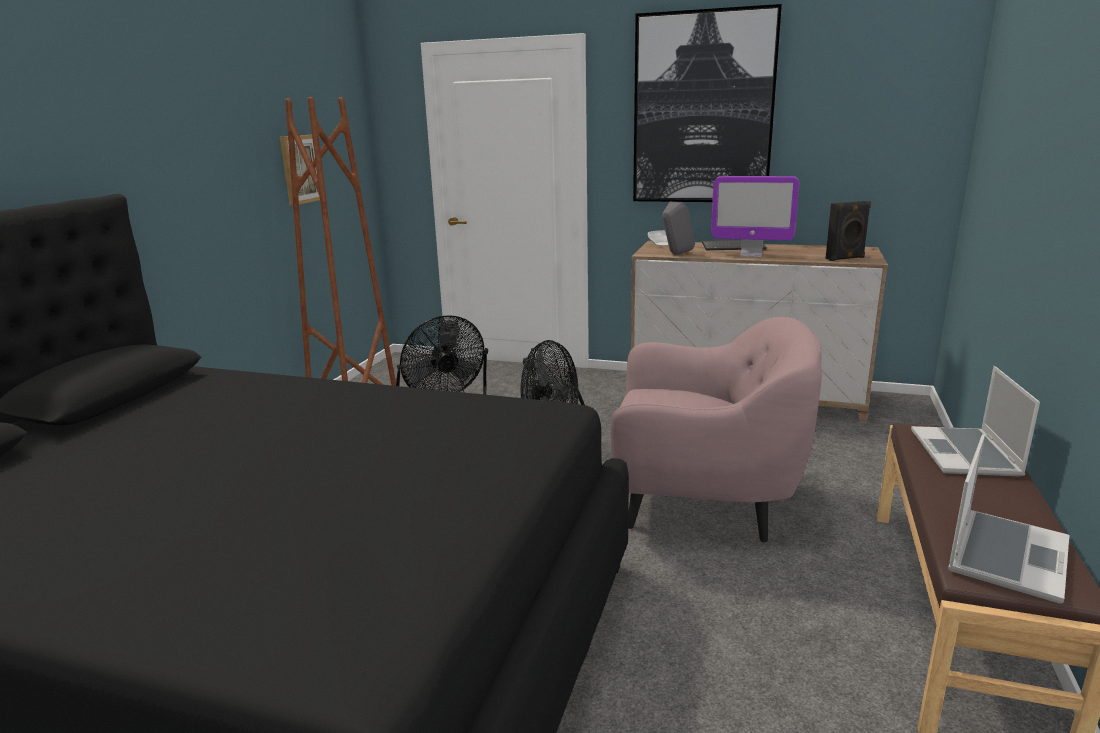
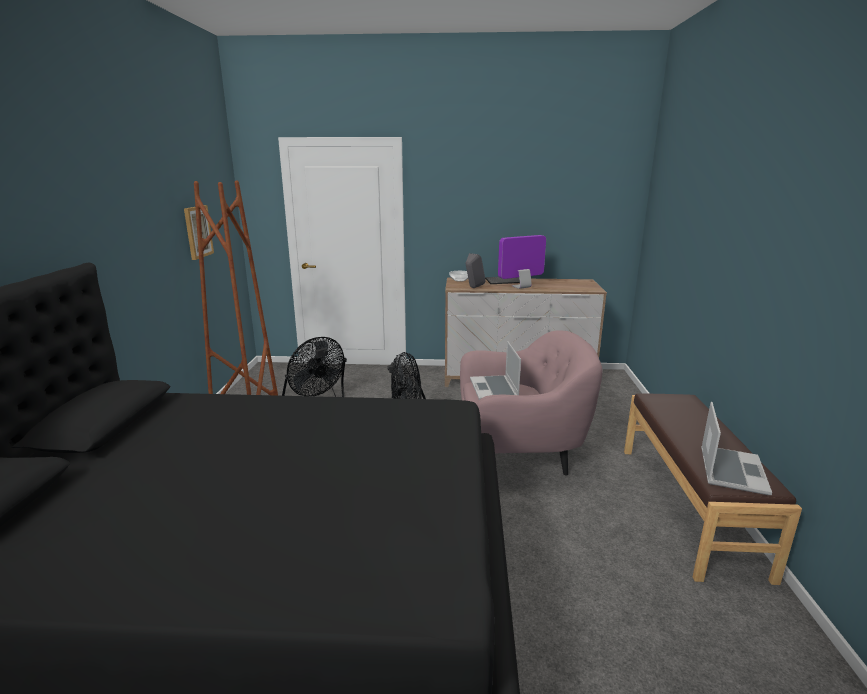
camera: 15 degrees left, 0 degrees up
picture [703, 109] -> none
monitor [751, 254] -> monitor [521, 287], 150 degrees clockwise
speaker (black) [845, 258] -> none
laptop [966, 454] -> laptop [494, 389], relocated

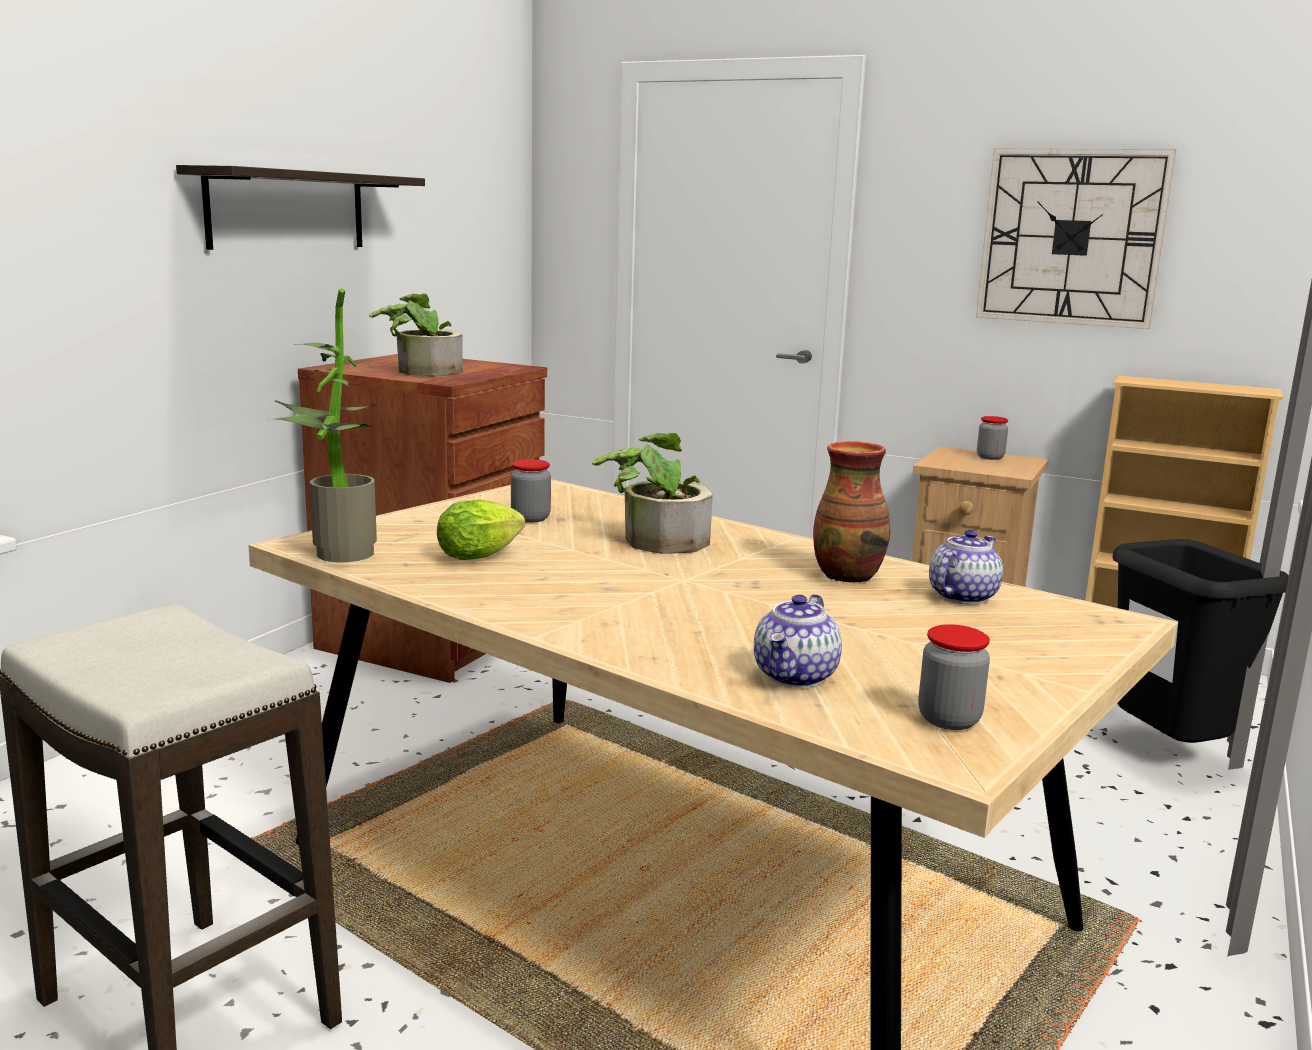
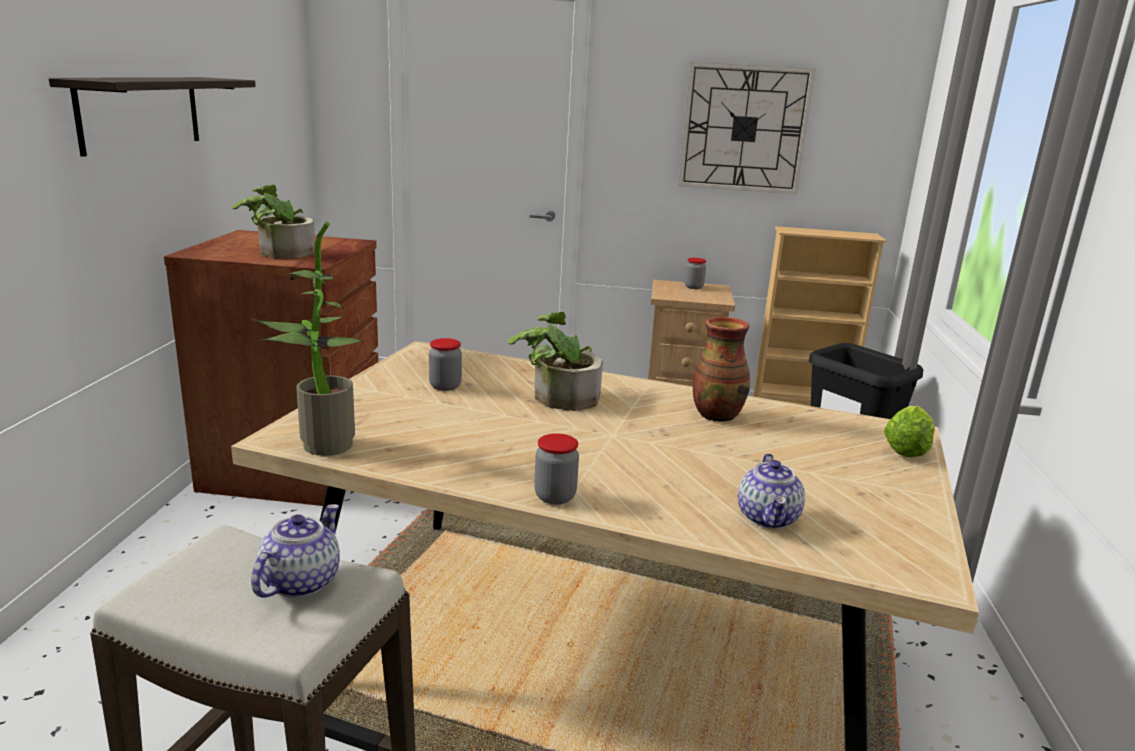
camera: 20 degrees left, 5 degrees up
lettuce [483, 555] -> lettuce [906, 449], relocated
jar [949, 719] -> jar [555, 496], relocated
teapot [962, 596] -> teapot [300, 581], relocated

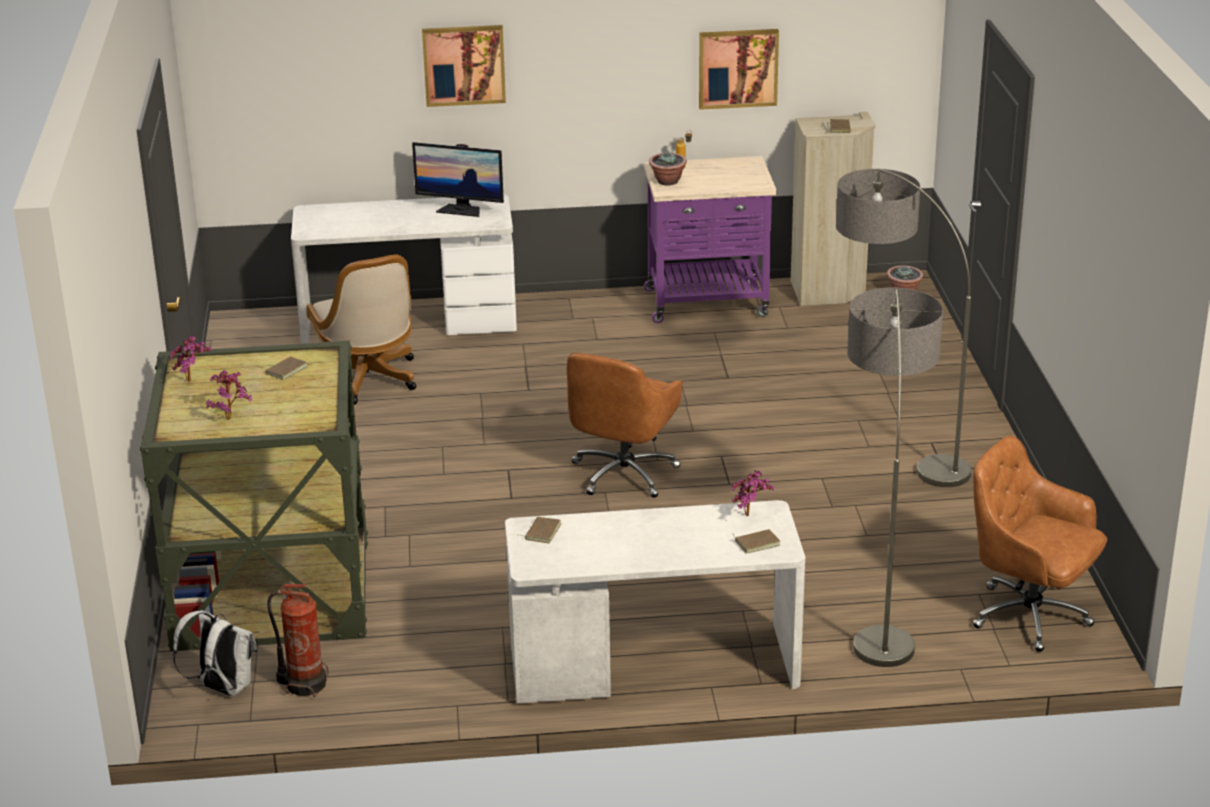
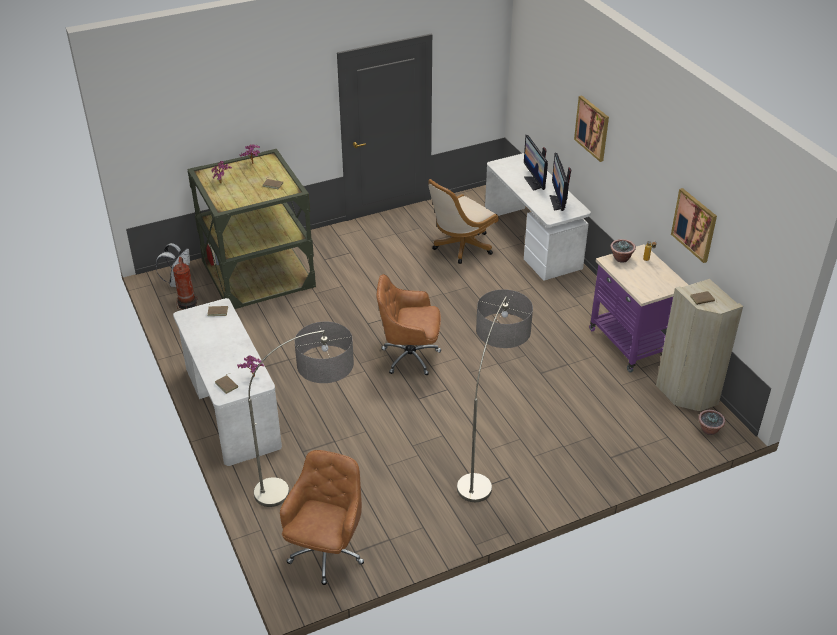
camera: 70 degrees right, 10 degrees up
none -> monitor [535, 182]

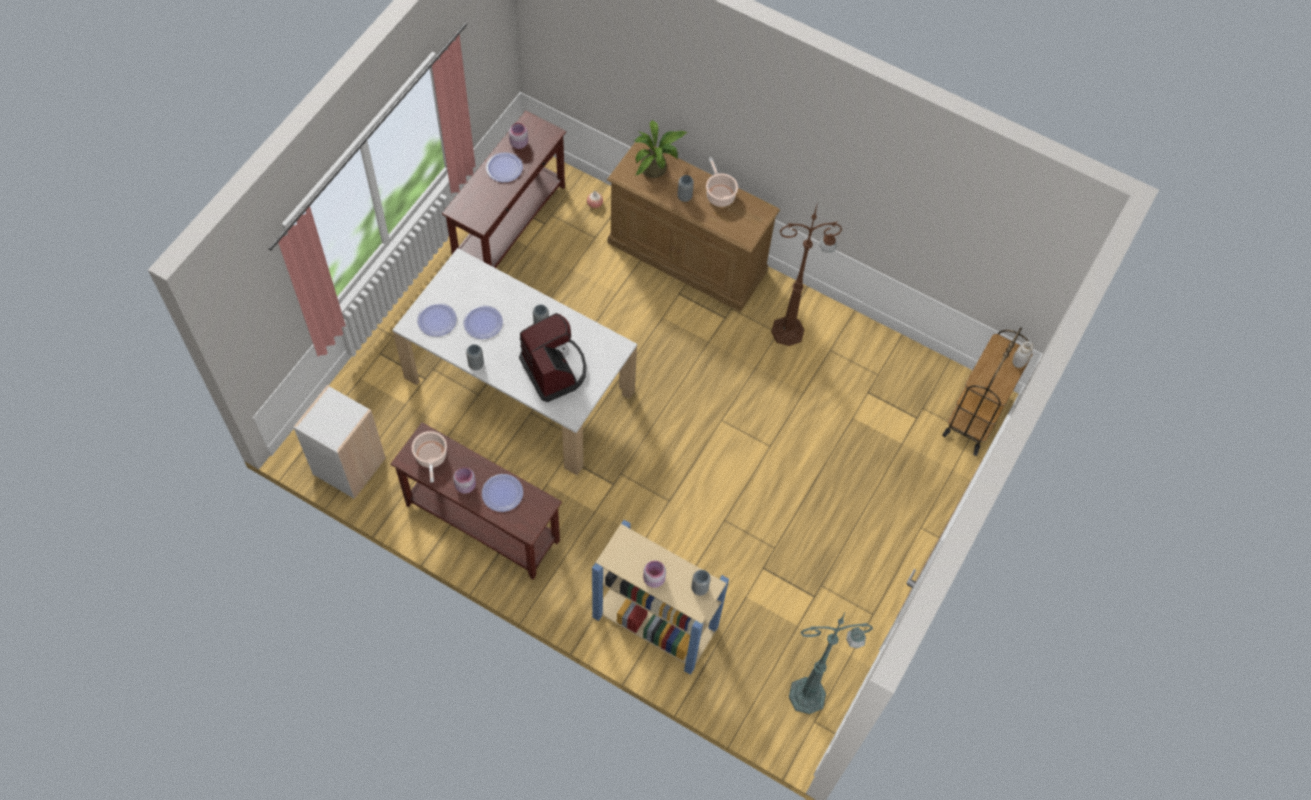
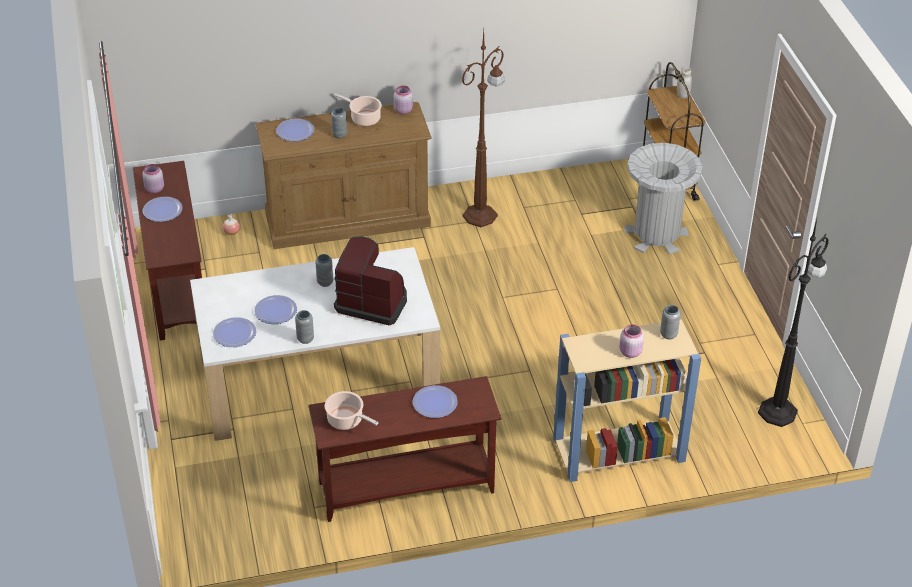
camera: 40 degrees left, 20 degrees down
bookcase [348, 465] -> none
jar (pink) [465, 485] -> jar (pink) [403, 110], relocated
potted plant [656, 168] -> plate [295, 131]
floor lamp (green) [809, 695] -> floor lamp (black) [779, 411]
none -> trash can (grey) [657, 234]

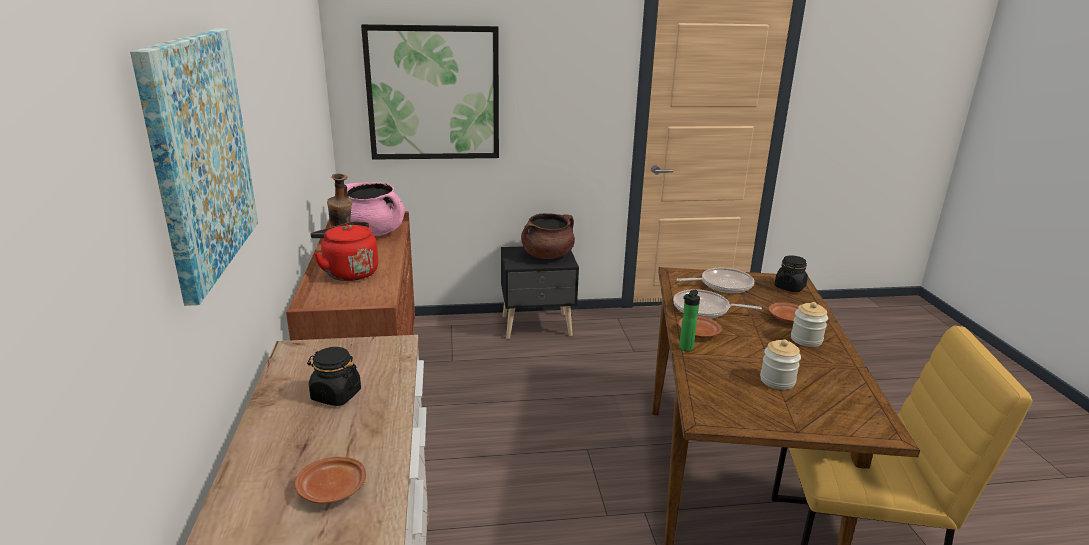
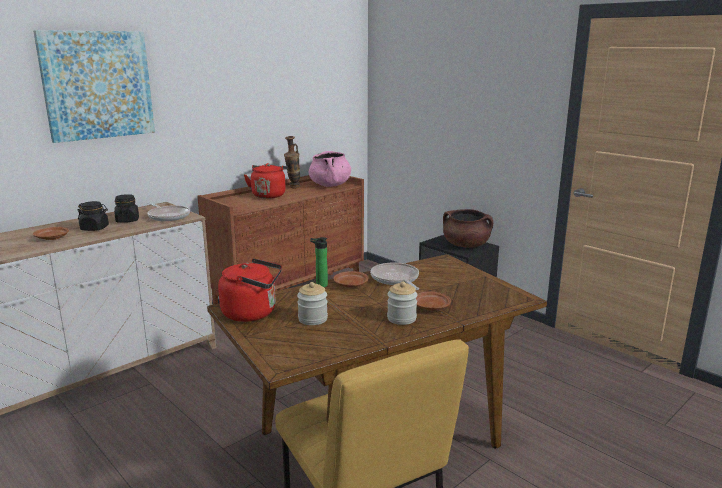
camera: 55 degrees right, 5 degrees down
picture [433, 93] -> none
frying pan [723, 285] -> frying pan [168, 216], relocated
jar (black) [789, 287] -> jar (black) [95, 228], relocated
none -> kettle (red) [253, 313]

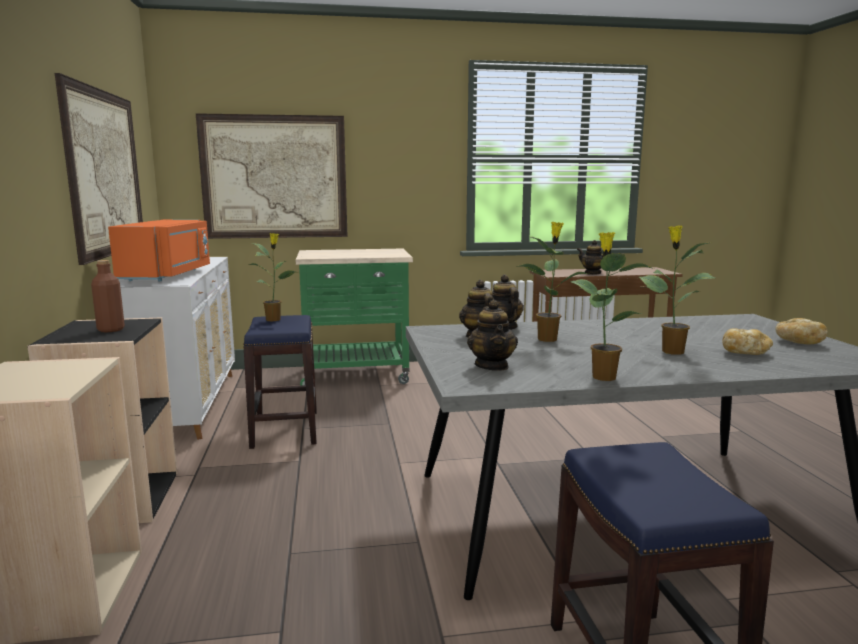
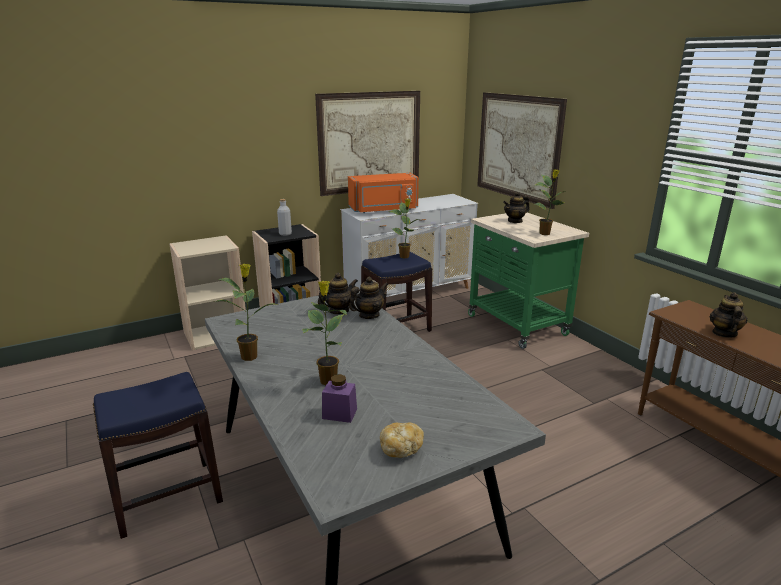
camera: 70 degrees right, 10 degrees up
bottle (brown) [111, 330] -> bottle (grey) [285, 234]
teapot [492, 366] -> teapot [515, 221], relocated
potted plant [548, 339] -> potted plant [545, 233], relocated
bread [745, 353] -> jar (purple) [339, 414]

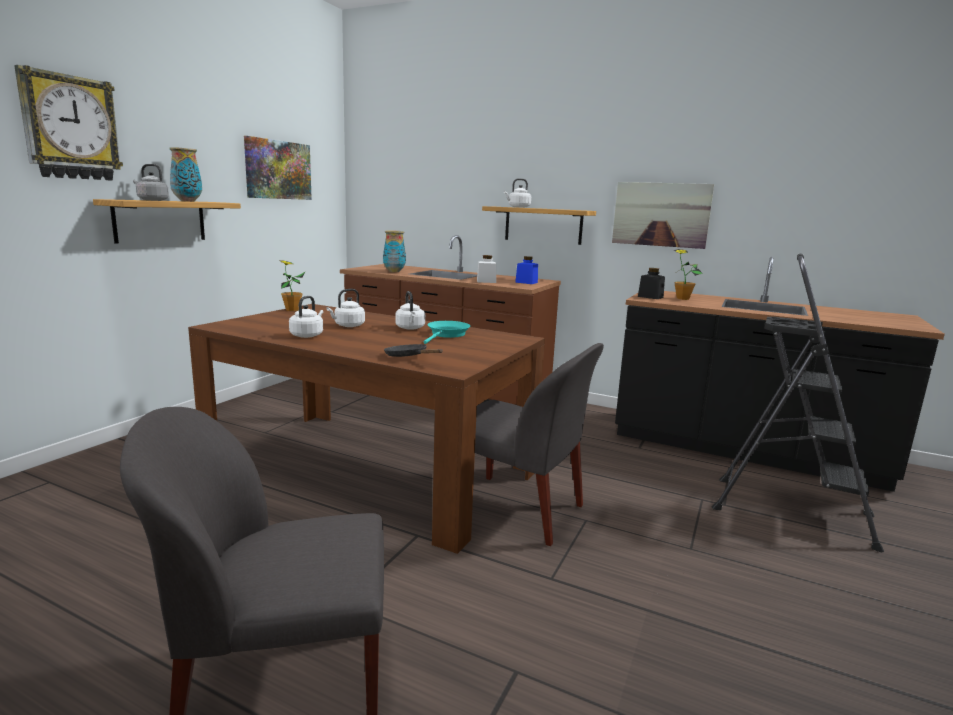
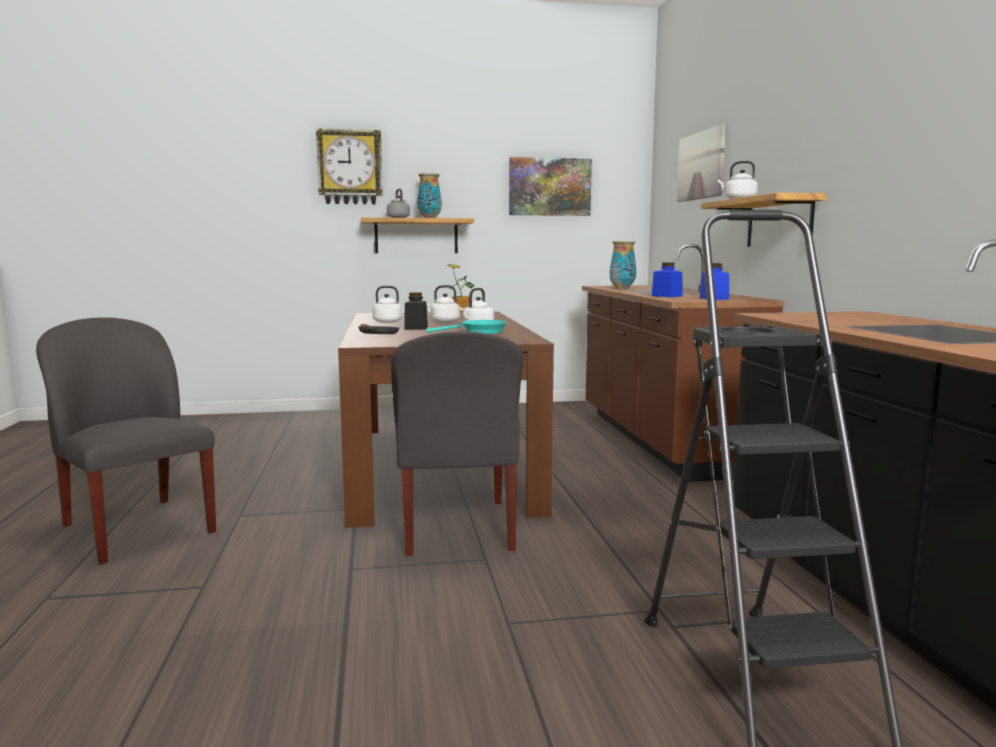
camera: 55 degrees right, 5 degrees down
jar (white) [486, 281] -> jar (blue) [666, 296]
picture [661, 214] -> picture [700, 165], relocated
jar (black) [650, 297] -> jar (black) [416, 328], relocated
potted plant [682, 298] -> none

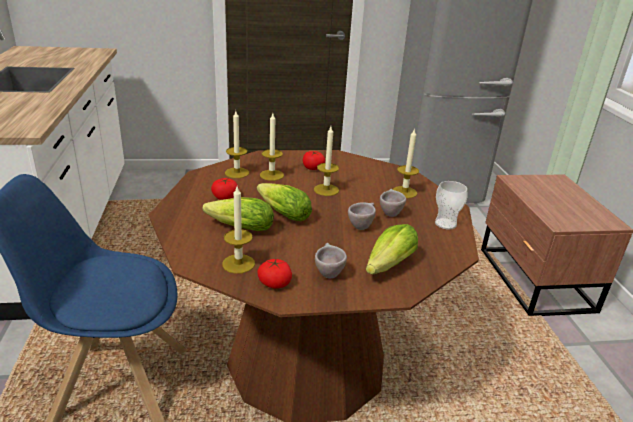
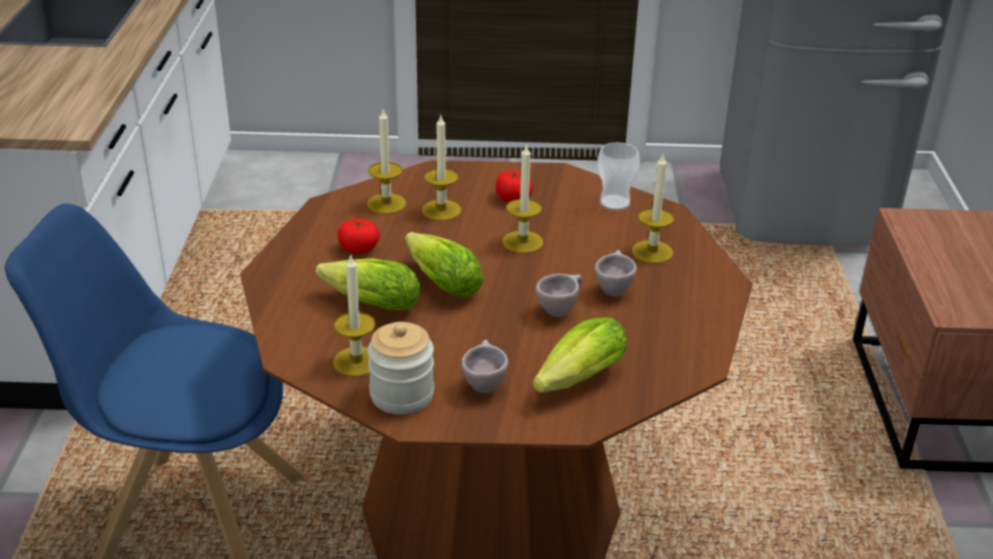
camera: 10 degrees right, 5 degrees up
tomato [274, 283] -> jar [402, 395]
cup [445, 224] -> cup [614, 203], relocated

